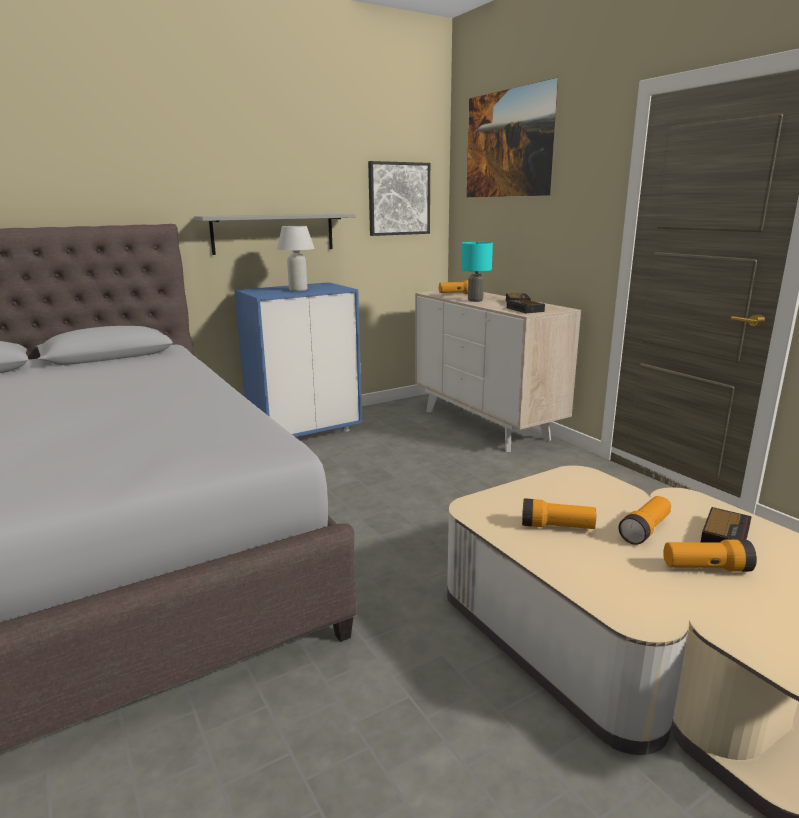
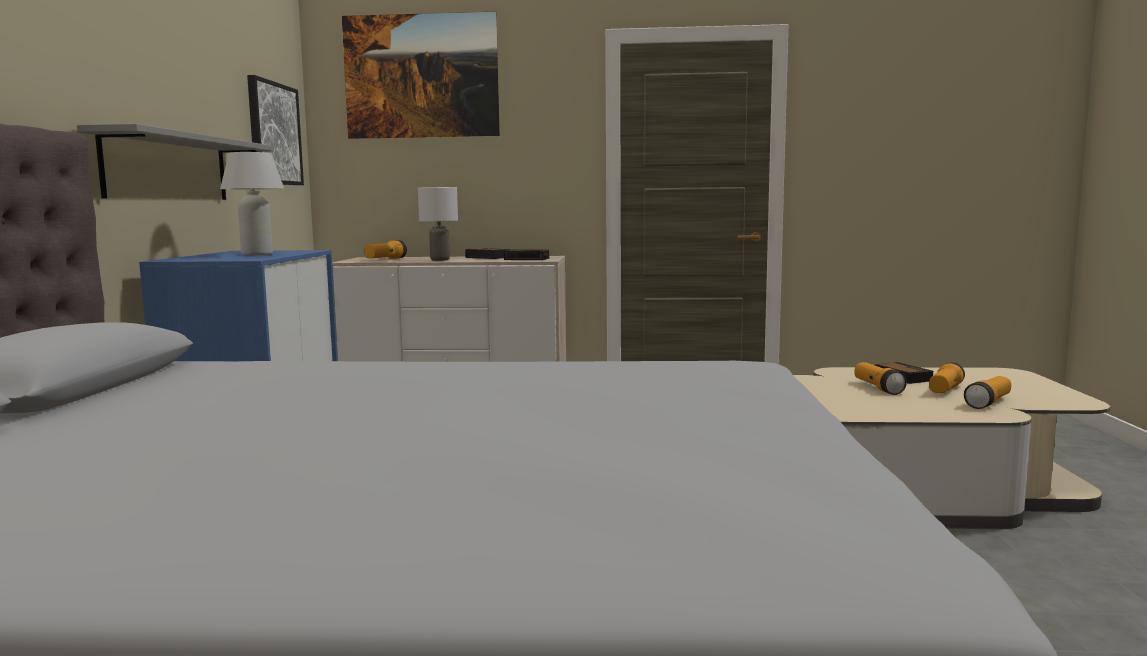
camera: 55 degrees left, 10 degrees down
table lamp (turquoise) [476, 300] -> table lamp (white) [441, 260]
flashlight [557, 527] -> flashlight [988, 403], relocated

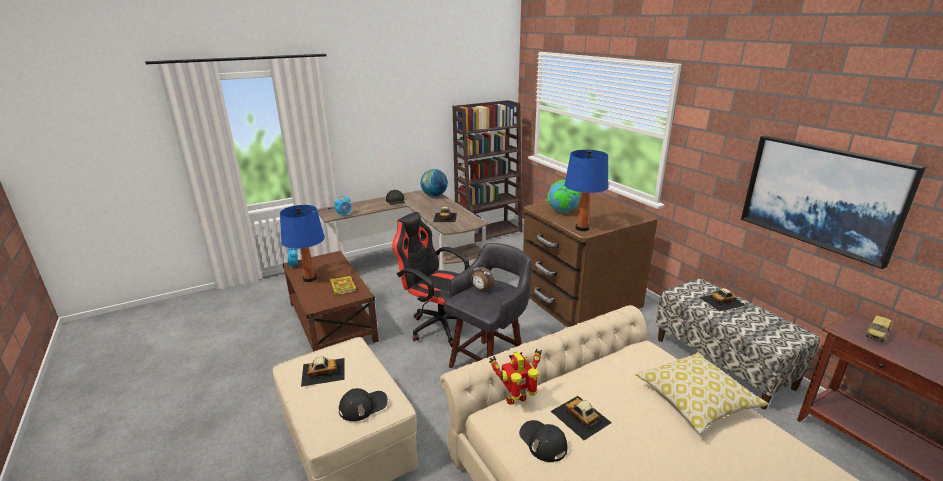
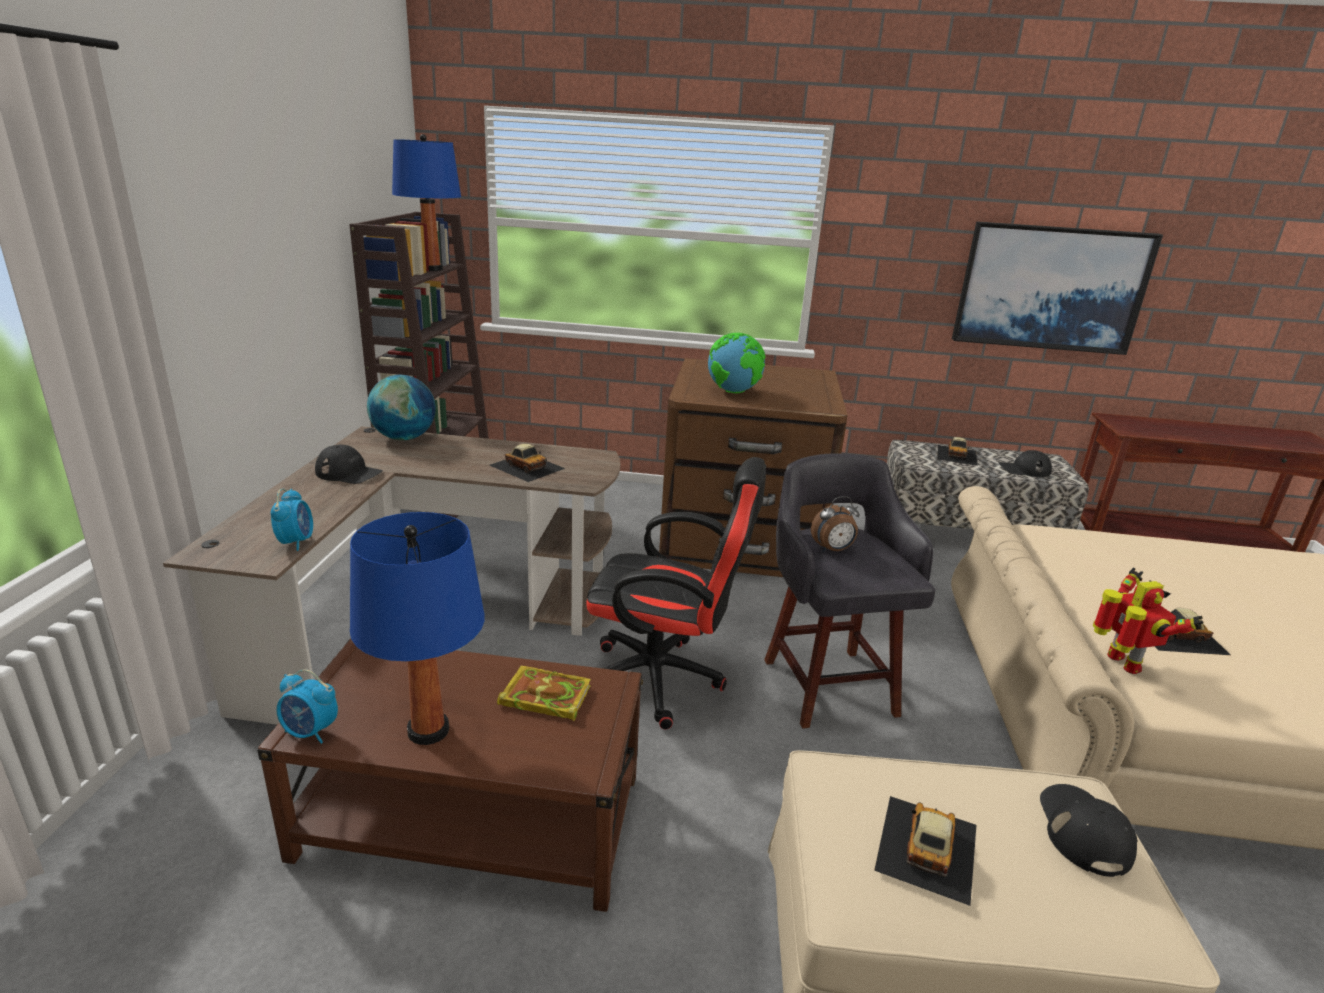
camera: 55 degrees left, 0 degrees up
office chair (black) [438, 325] -> office chair (black) [664, 682], 150 degrees counterclockwise
toy robot [517, 400] -> toy robot [1122, 664], 150 degrees clockwise
cap (black) [543, 441] -> cap (black) [1024, 470], relocated
table lamp (blue) [582, 228] -> table lamp (blue) [432, 269], relocated
pillow [695, 401] -> none
toy car [876, 336] -> none

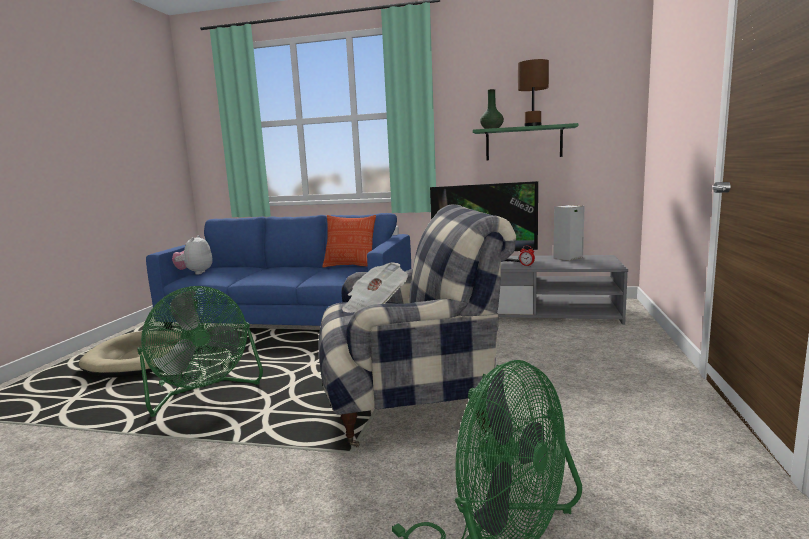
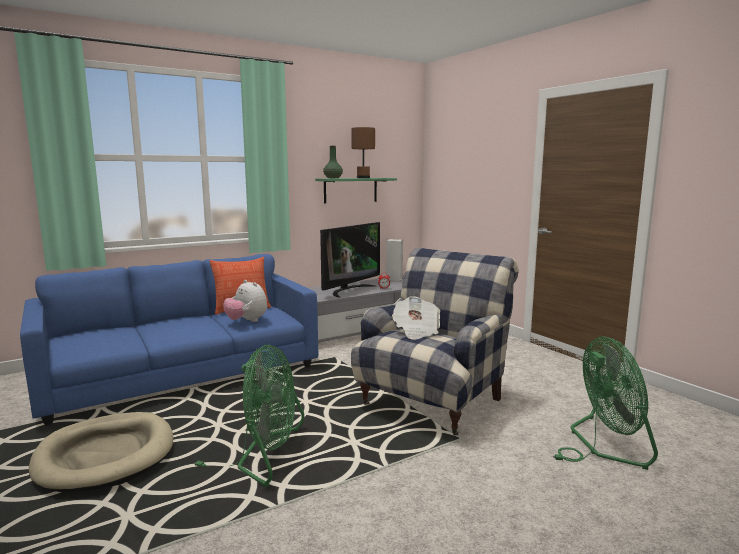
camera: 45 degrees left, 0 degrees up
plush toy [195, 273] -> plush toy [246, 321], relocated

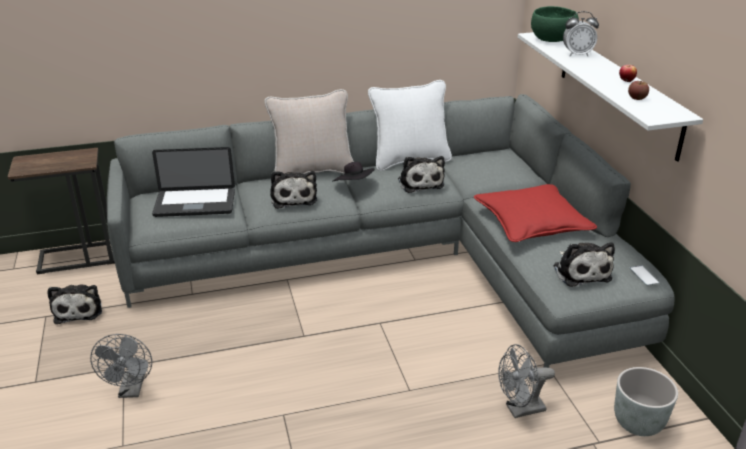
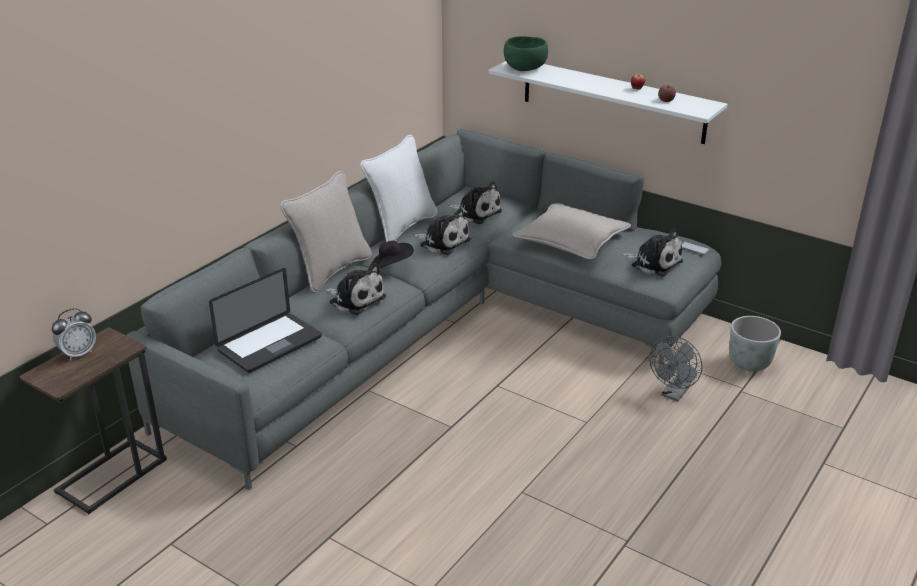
camera: 40 degrees left, 0 degrees up
plush toy [79, 310] -> plush toy [475, 213], relocated
fan (grey) [131, 390] -> none
pillow (red) [532, 221] -> pillow (beige) [571, 239]
alarm clock [577, 54] -> alarm clock [78, 353], relocated

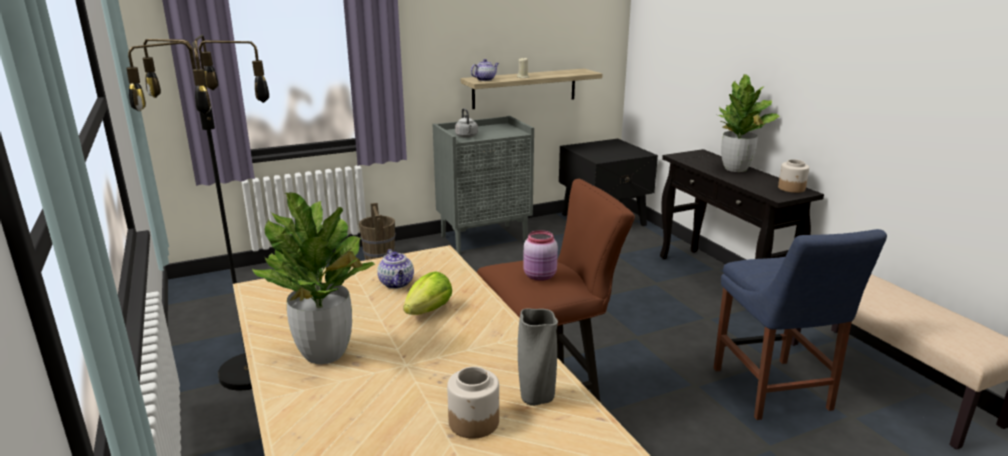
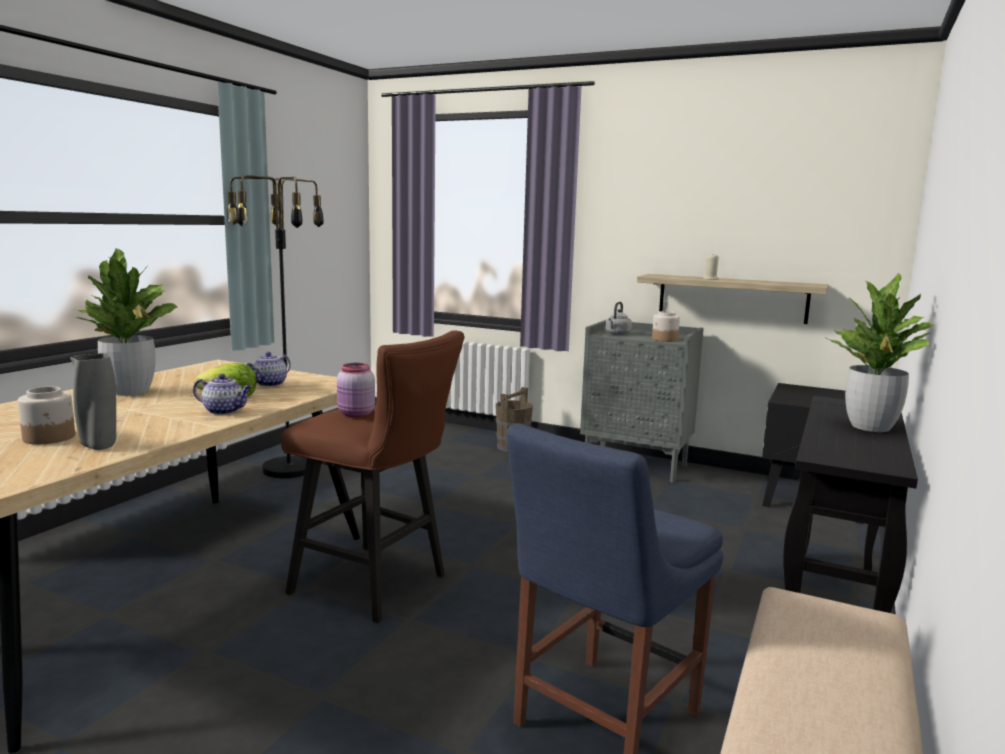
camera: 50 degrees right, 10 degrees down
teapot [485, 79] -> teapot [224, 411], relocated
jar [791, 188] -> jar [664, 339], relocated

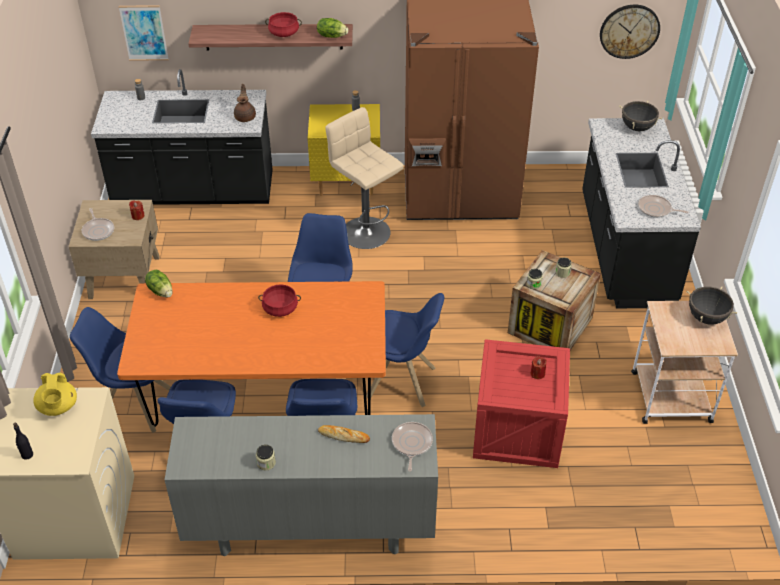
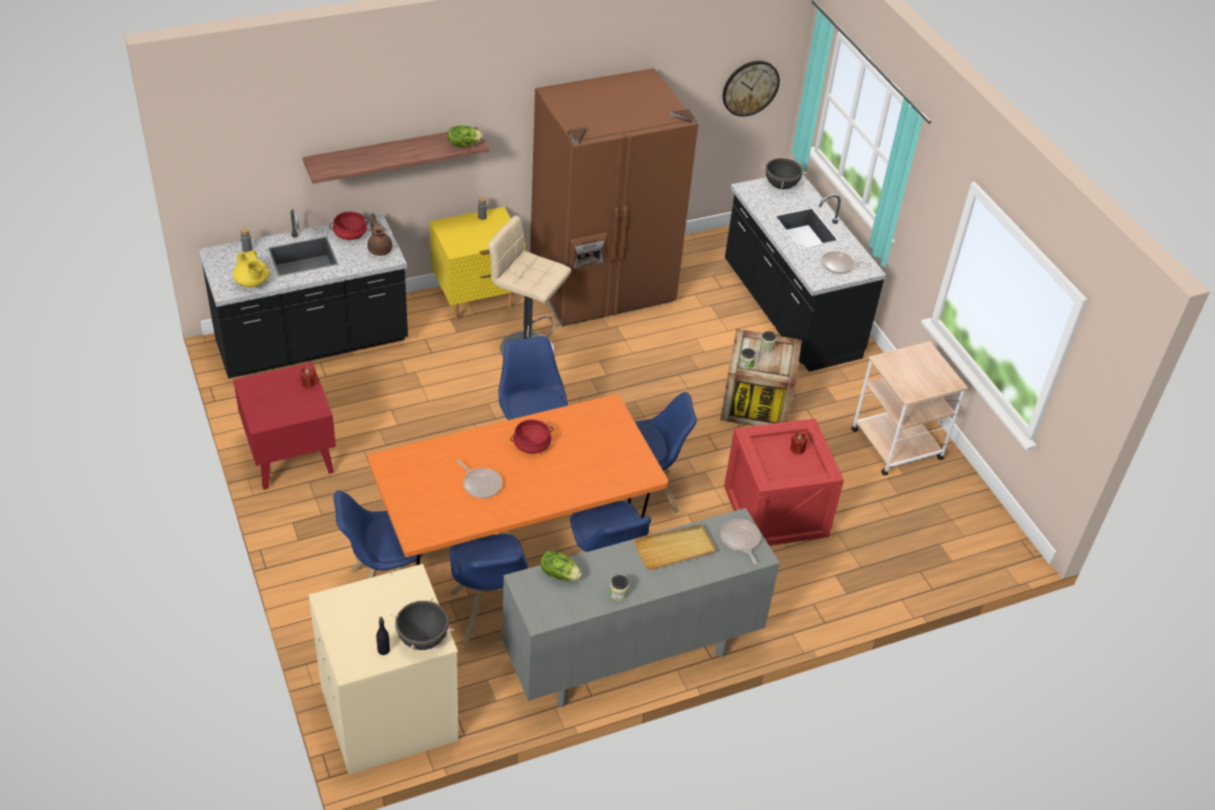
camera: 25 degrees left, 0 degrees up
teapot (yellow) [58, 407] -> teapot (yellow) [252, 283], relocated
nightstand (beige) [124, 276] -> nightstand (red) [290, 455]
frying pan [98, 230] -> frying pan [481, 484], relocated
picture [144, 33] -> none
lettuce [161, 291] -> lettuce [559, 574], relocated
cooking pot (red) [284, 33] -> cooking pot (red) [350, 234], relocated
bread [343, 436] -> tray (beige) [675, 549]
cooking pot (black) [706, 318] -> cooking pot (black) [423, 639], relocated

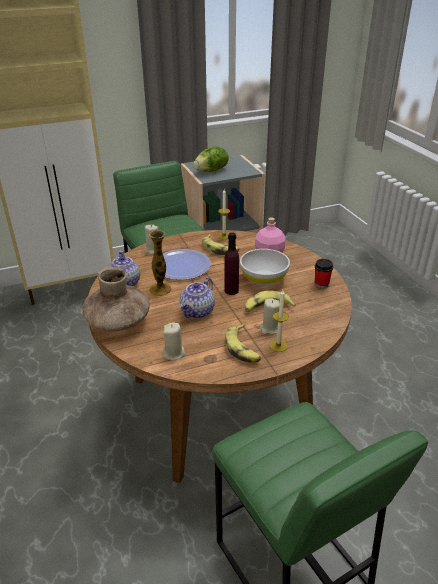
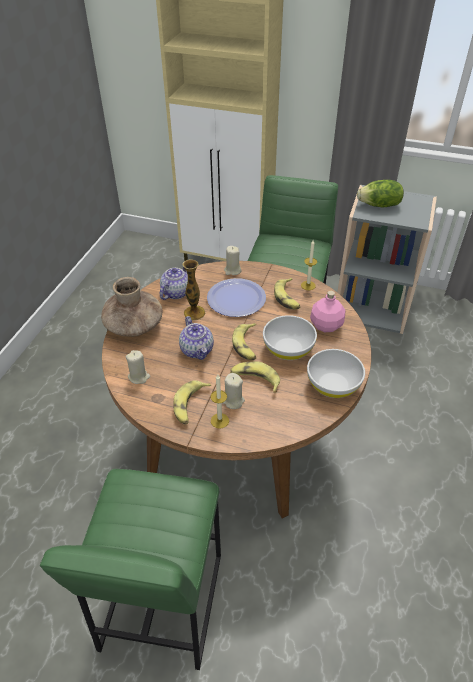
camera: 40 degrees right, 10 degrees up
teapot [198, 311] -> teapot [197, 350], 90 degrees counterclockwise
bottle (purple) [231, 290] -> banana [246, 345]
cup [321, 284] -> bowl (white) [333, 385]

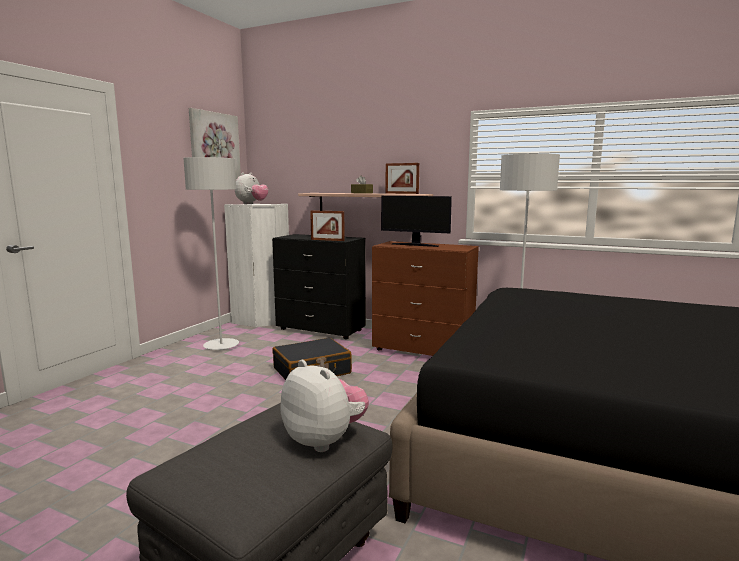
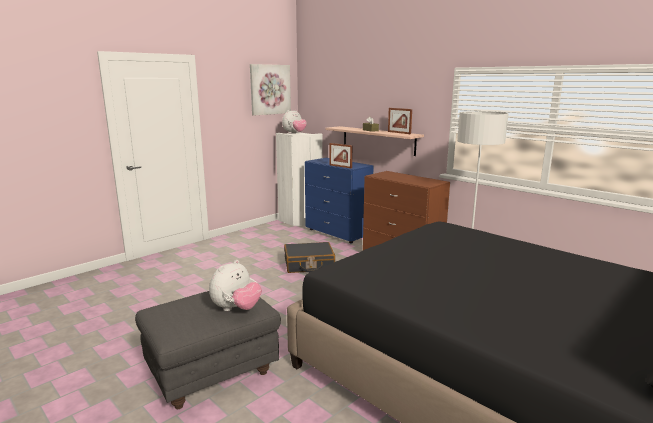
camera: 20 degrees right, 5 degrees up
floor lamp (grey) [221, 346] -> none
dresser (black) [321, 330] -> dresser (blue) [338, 233]
plush toy [324, 440] -> plush toy [236, 309], 60 degrees clockwise
monitor [415, 245] -> none

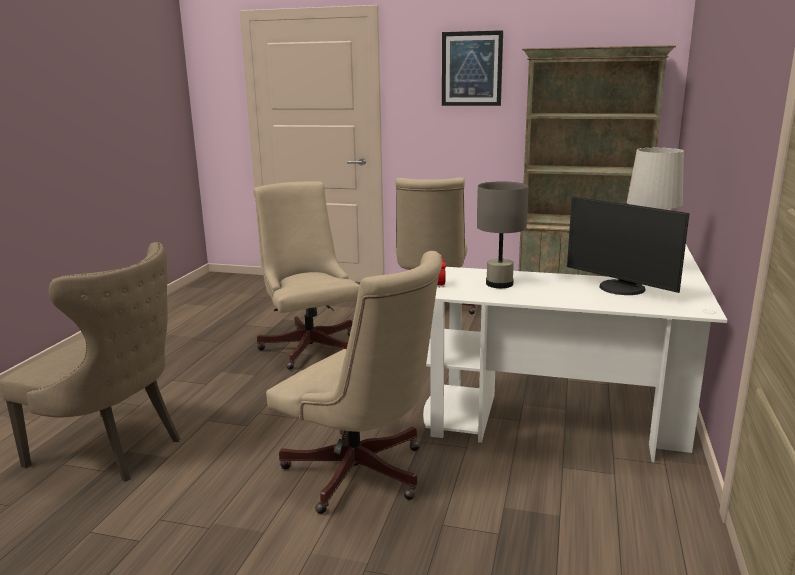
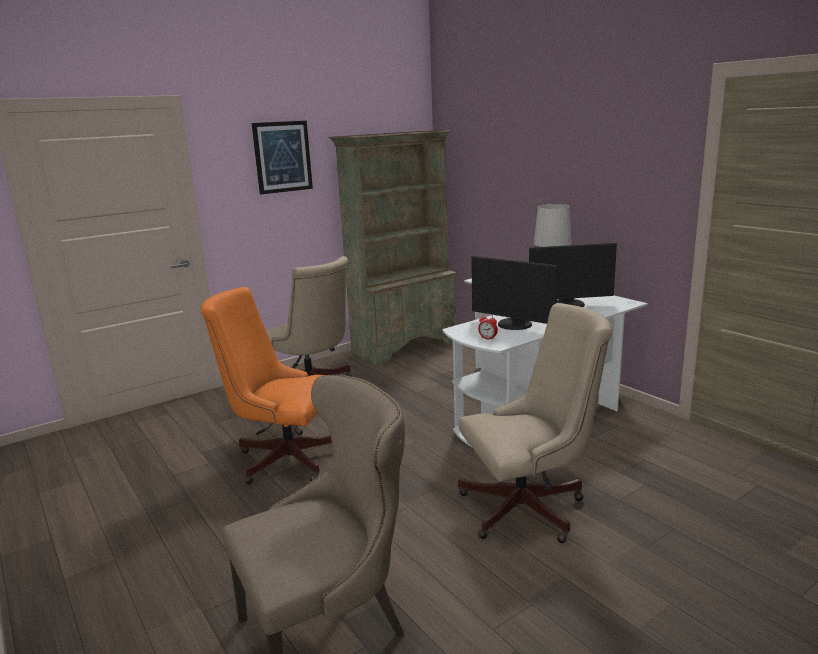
camera: 50 degrees left, 0 degrees up
office chair (beige) [309, 345] -> office chair (orange) [283, 458]
table lamp (grey) [500, 284] -> monitor [513, 325]

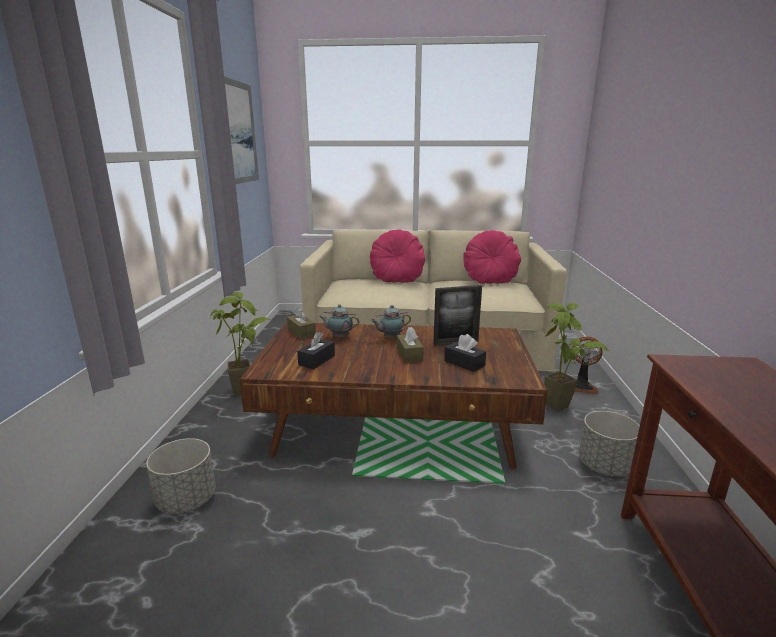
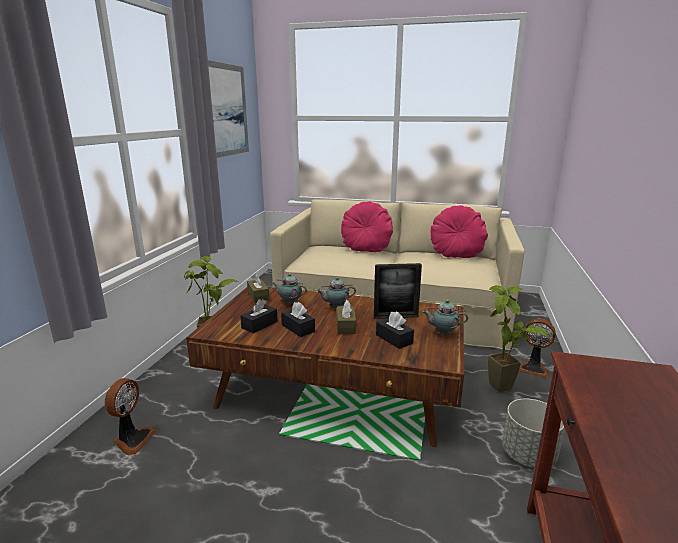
camera: 10 degrees right, 0 degrees up
planter (grey) [186, 500] -> fan [132, 439]
none -> tissue box (black) [298, 328]
none -> teapot [442, 334]

